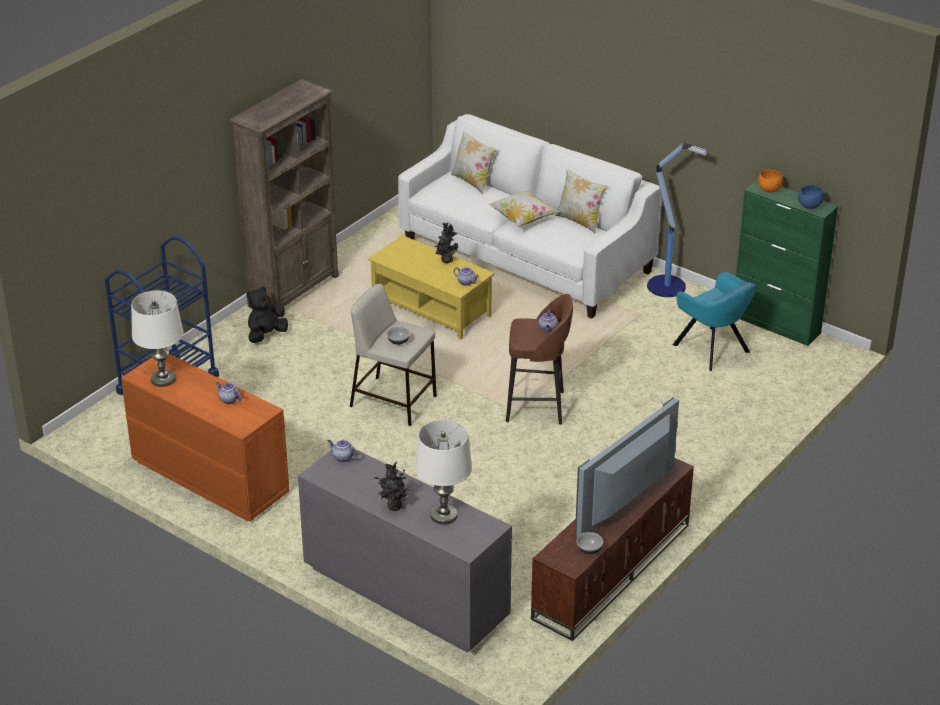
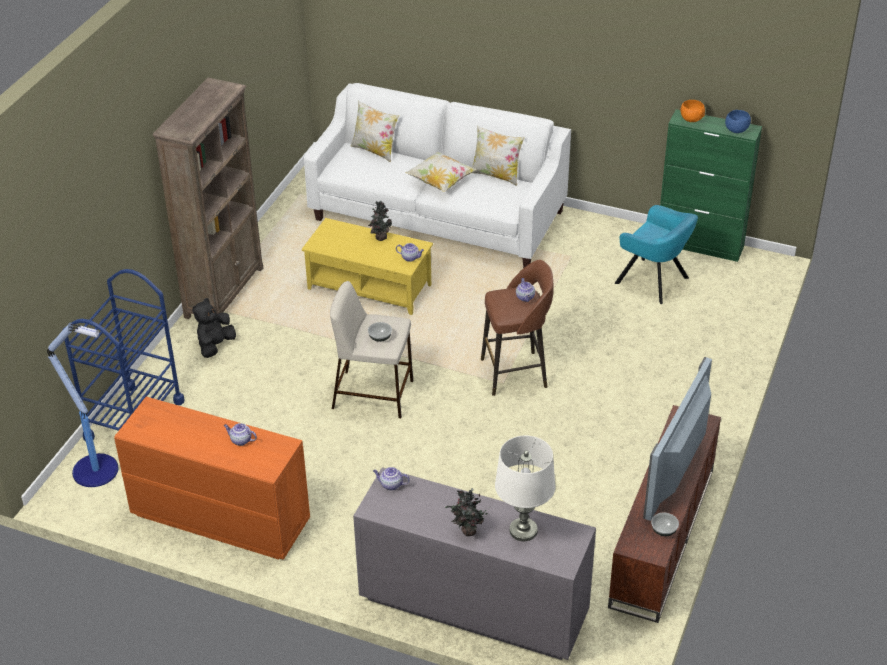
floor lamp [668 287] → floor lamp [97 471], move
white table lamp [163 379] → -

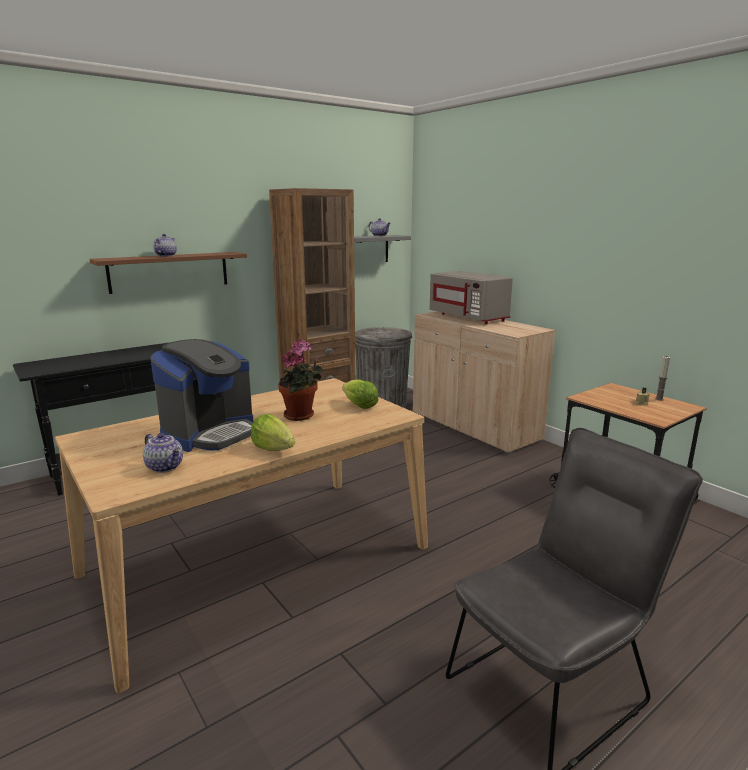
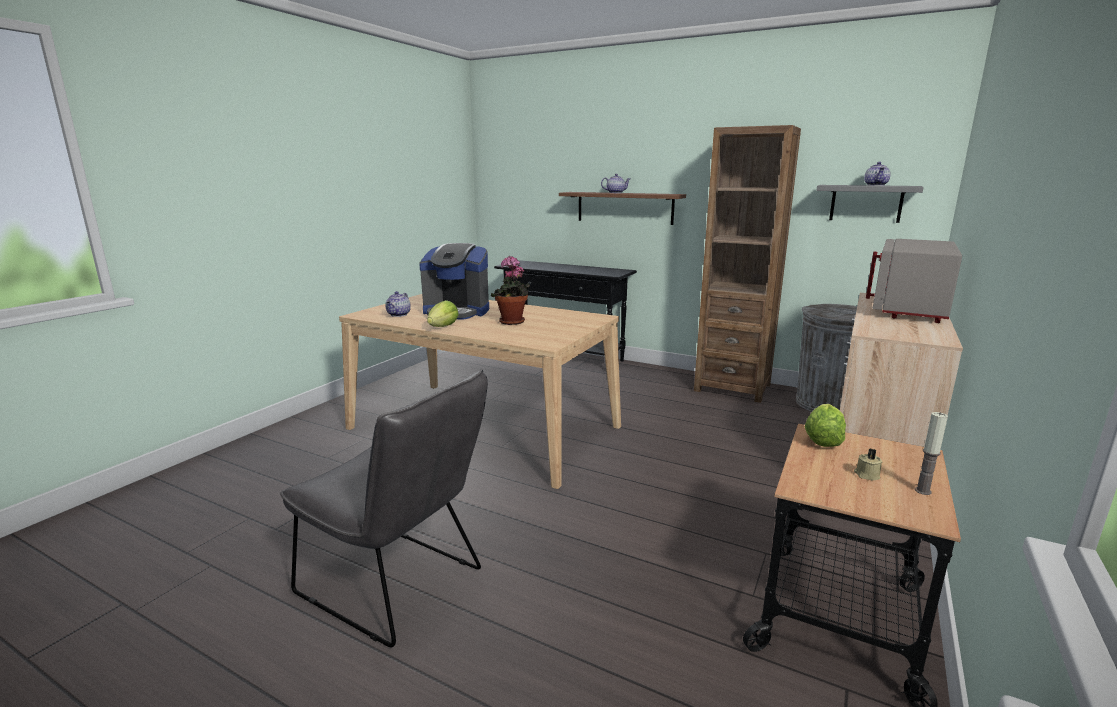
lettuce [359 406] → lettuce [822 440], move

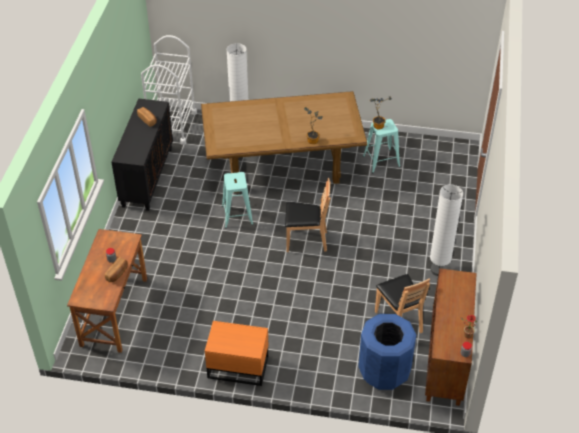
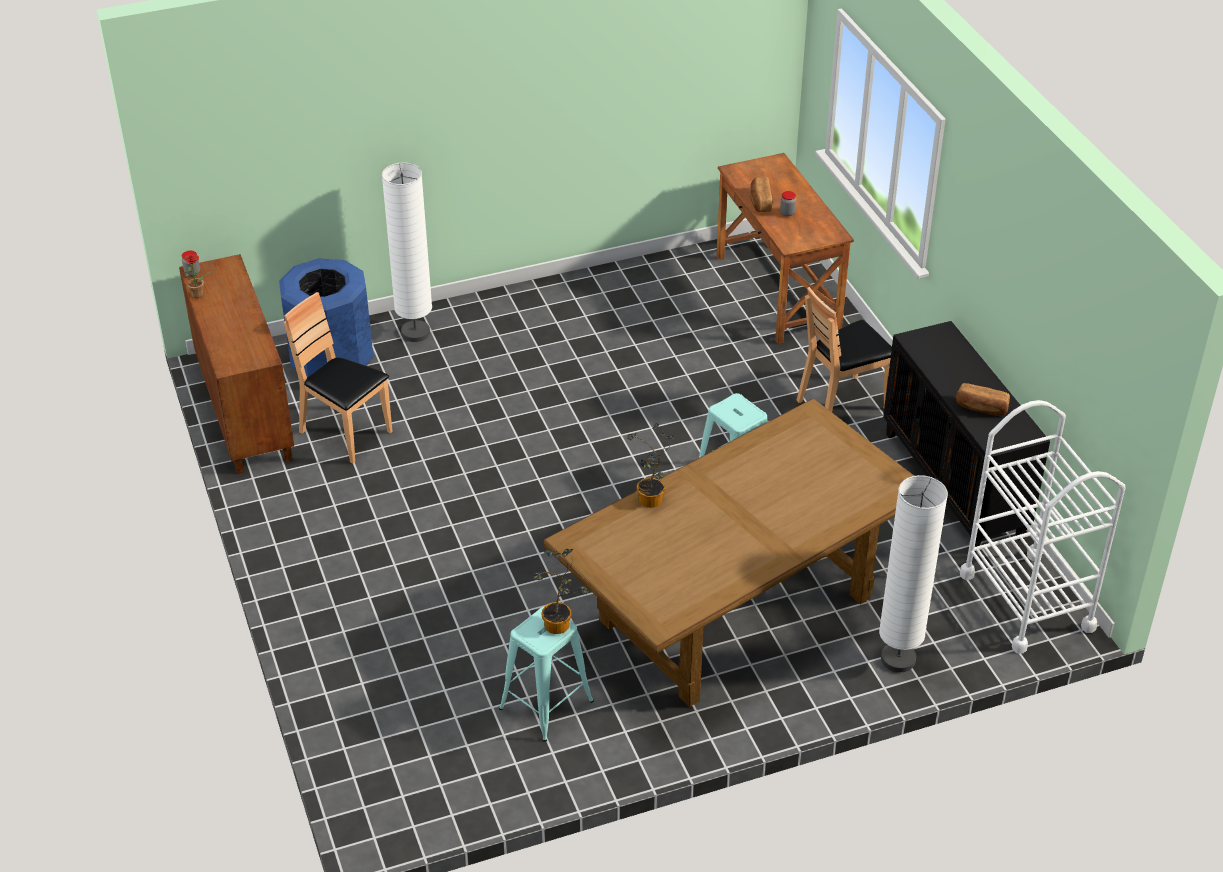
brown chair [306 241] → brown chair [842 403], move
white floor lamp [438 270] → white floor lamp [415 333], move
orange nightstand [237 366] → -

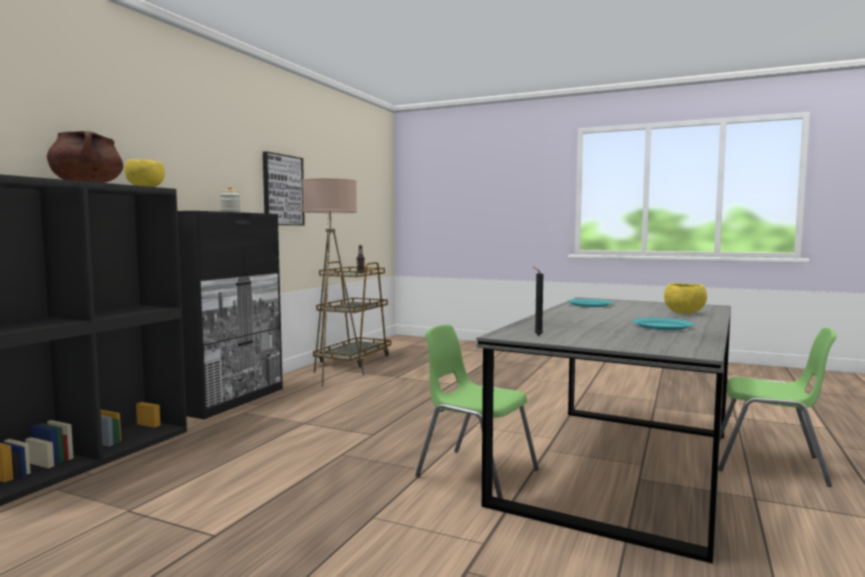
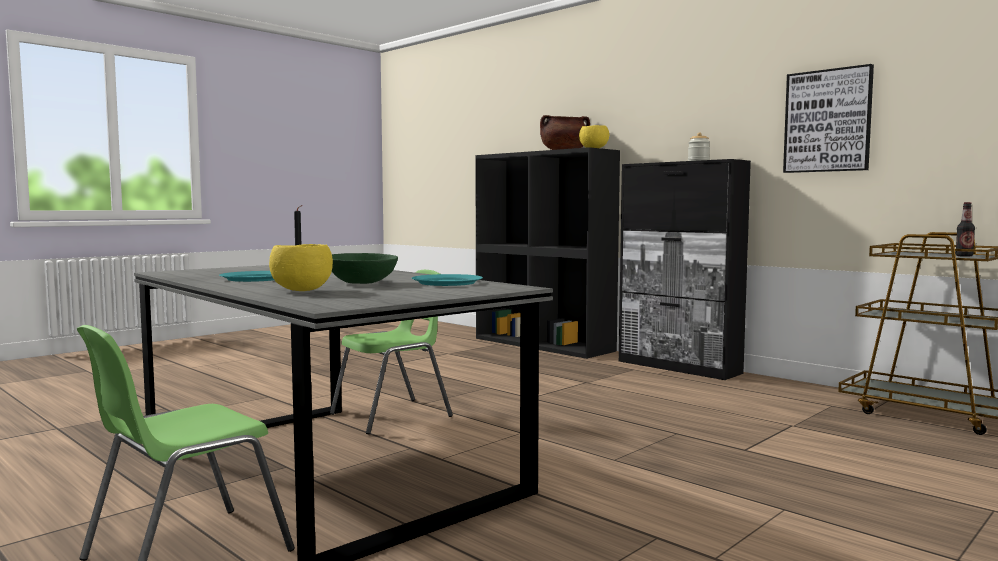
beige floor lamp [333 378] → -
- → green bowl [361 282]

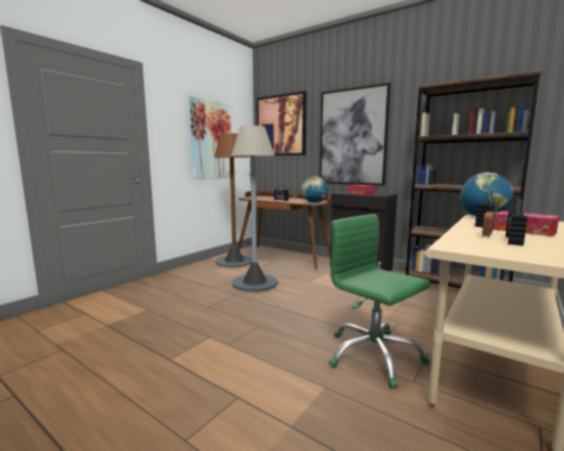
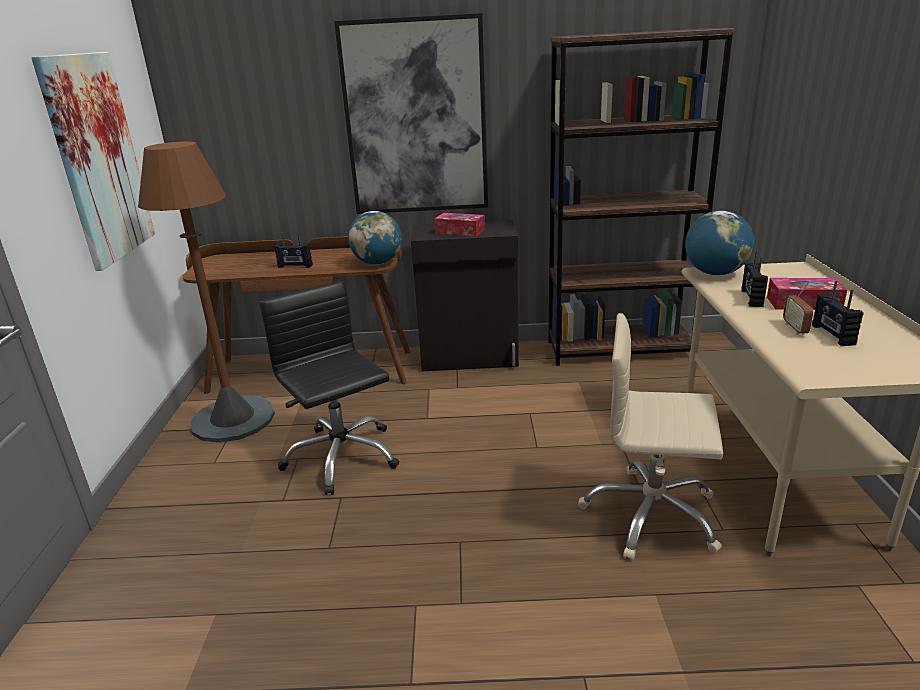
picture [281 125] → -
grey floor lamp [254 283] → black office chair [341 457]
green office chair [373 355] → beige office chair [651 515]

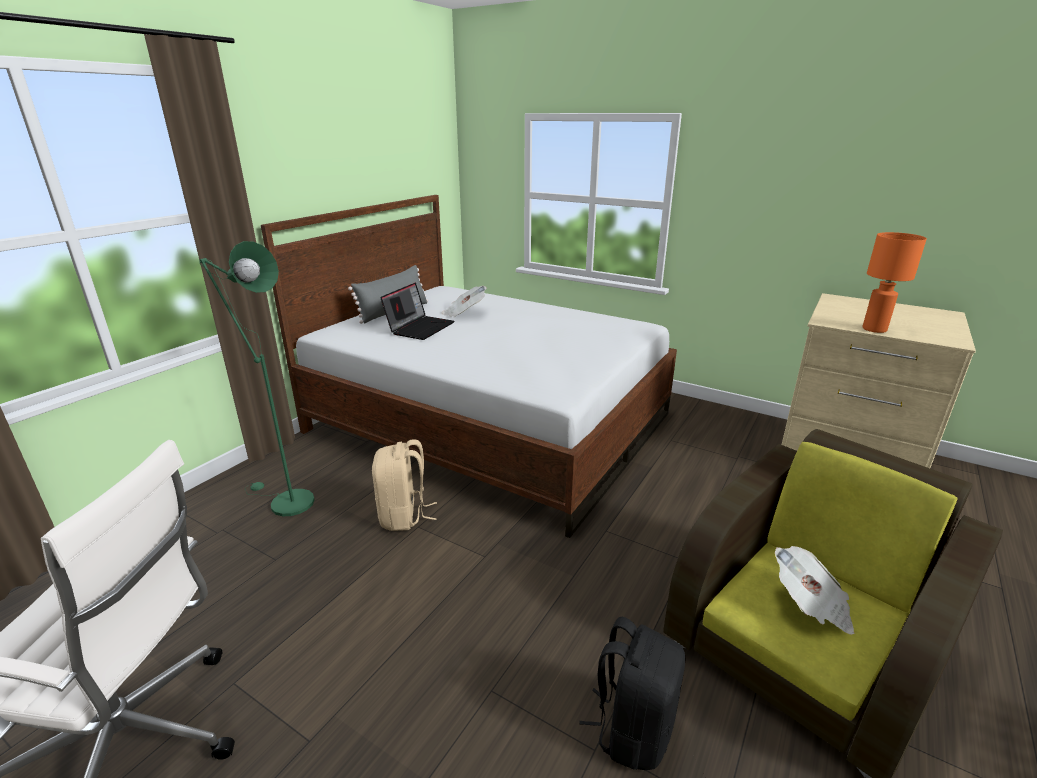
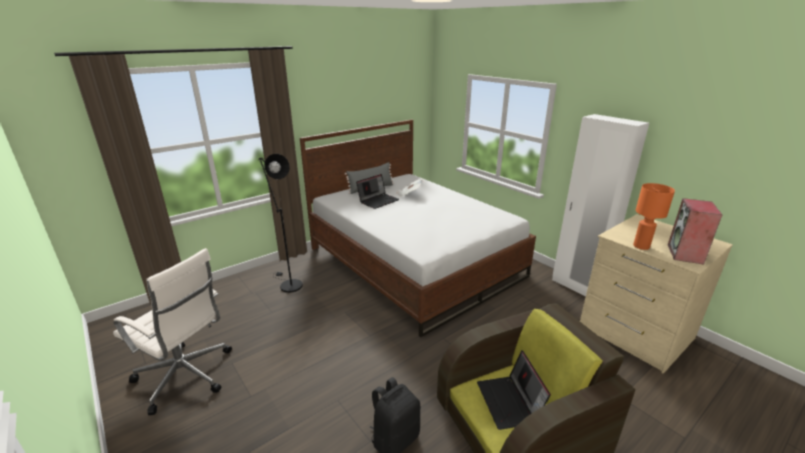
green floor lamp [285 501] → black floor lamp [288 284]
beige backpack [404 515] → -
newspaper [810 605] → laptop [510 402]
- → white wardrobe [577 287]
- → speaker [685 254]

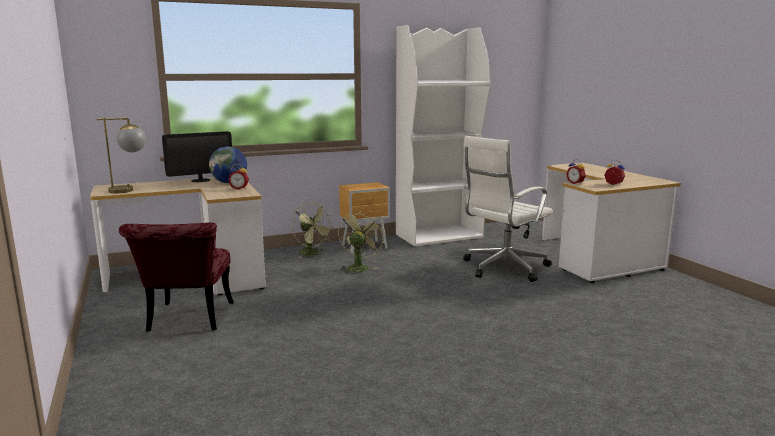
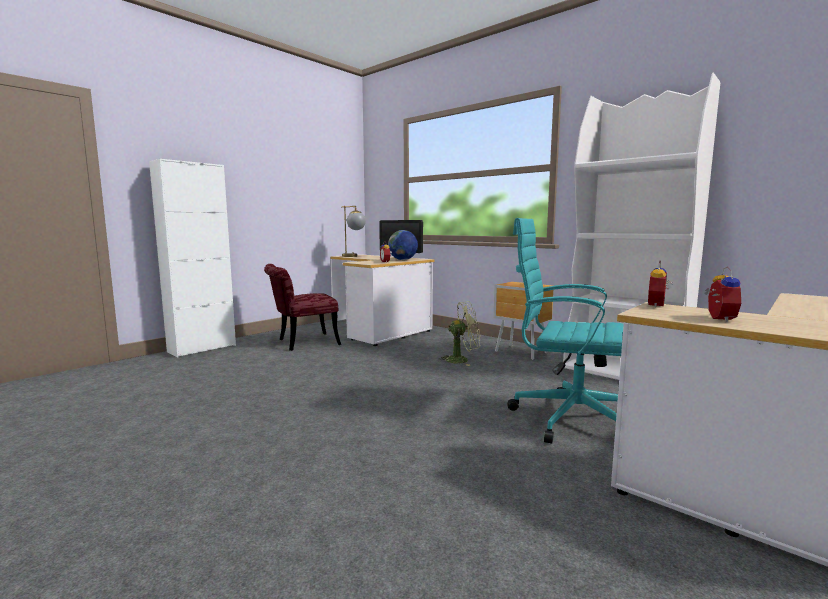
white office chair [503 268] → turquoise office chair [570 418]
green fan [312 254] → -
- → white cabinet [202 348]

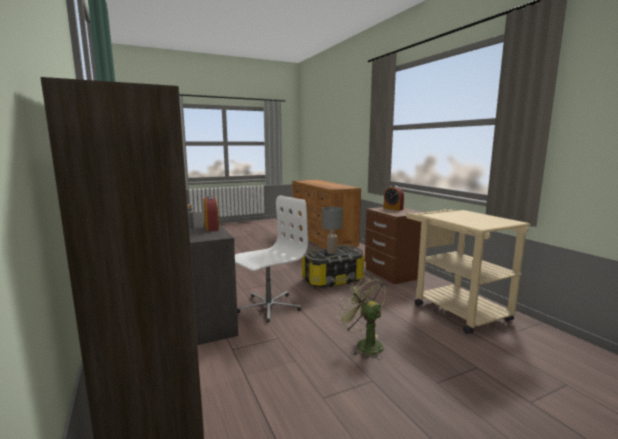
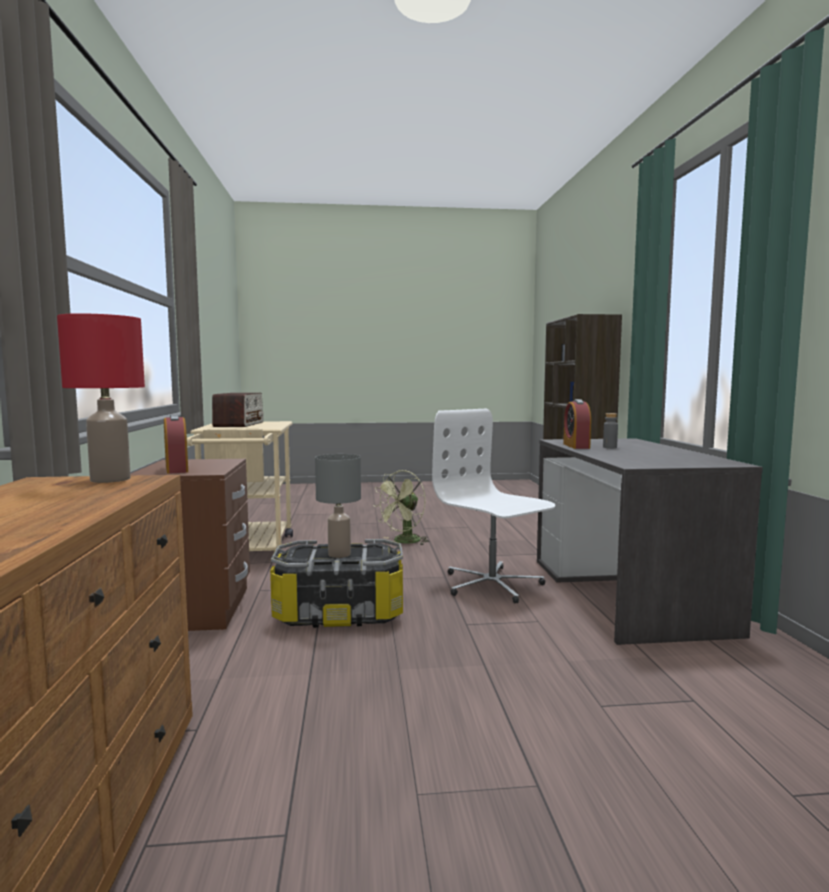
white office chair [268 307] → white office chair [492 584], 75 degrees clockwise
green fan [364 344] → green fan [403 542], 60 degrees clockwise
- → red table lamp [109 479]
- → radio [239 424]

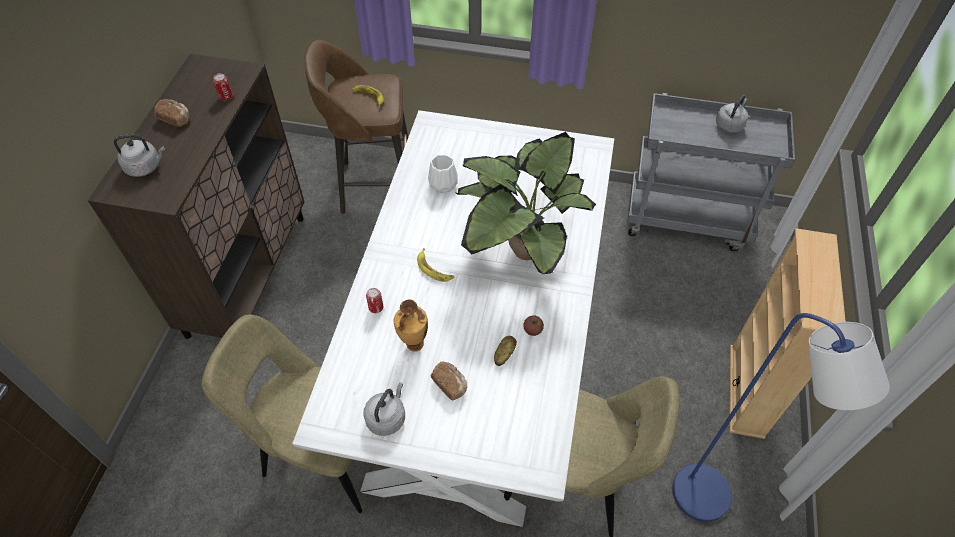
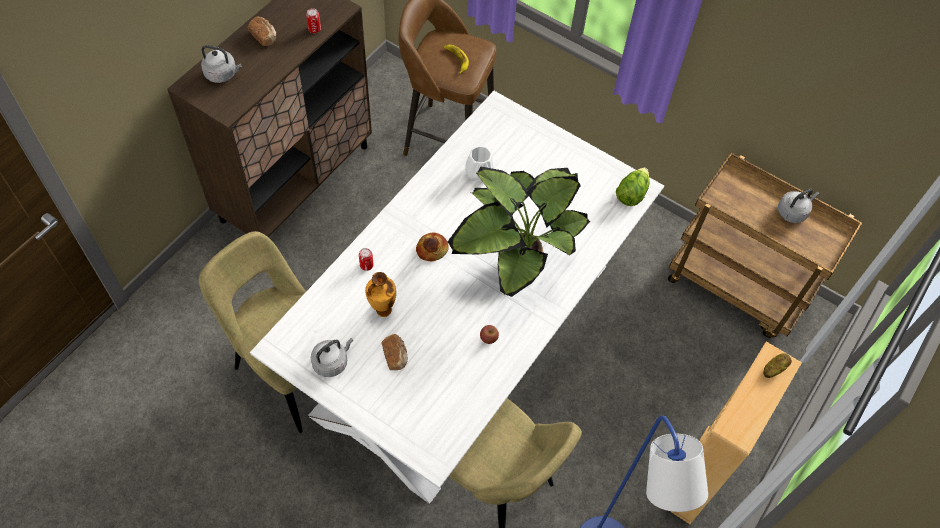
grey cart [687 219] → brown cart [737 287]
banana [434 269] → bread [432 250]
potato [504 354] → potato [773 369], move
- → lettuce [631 193]

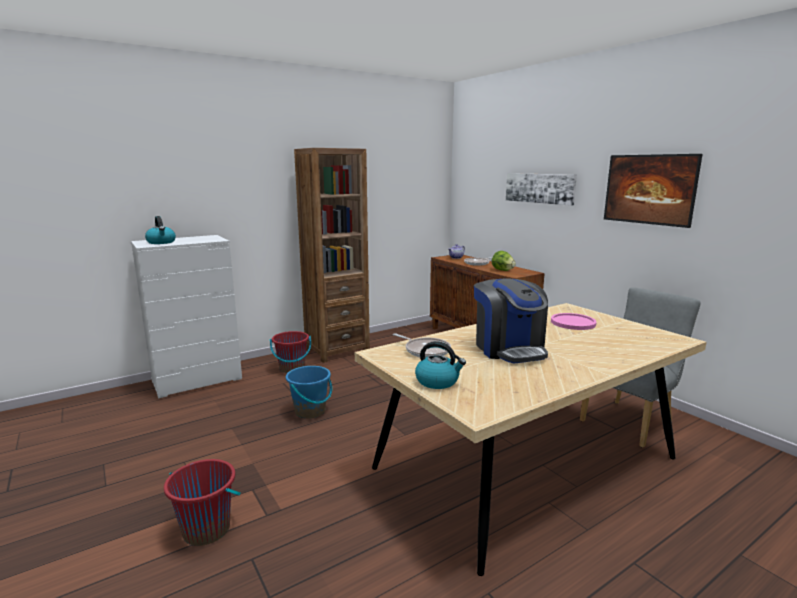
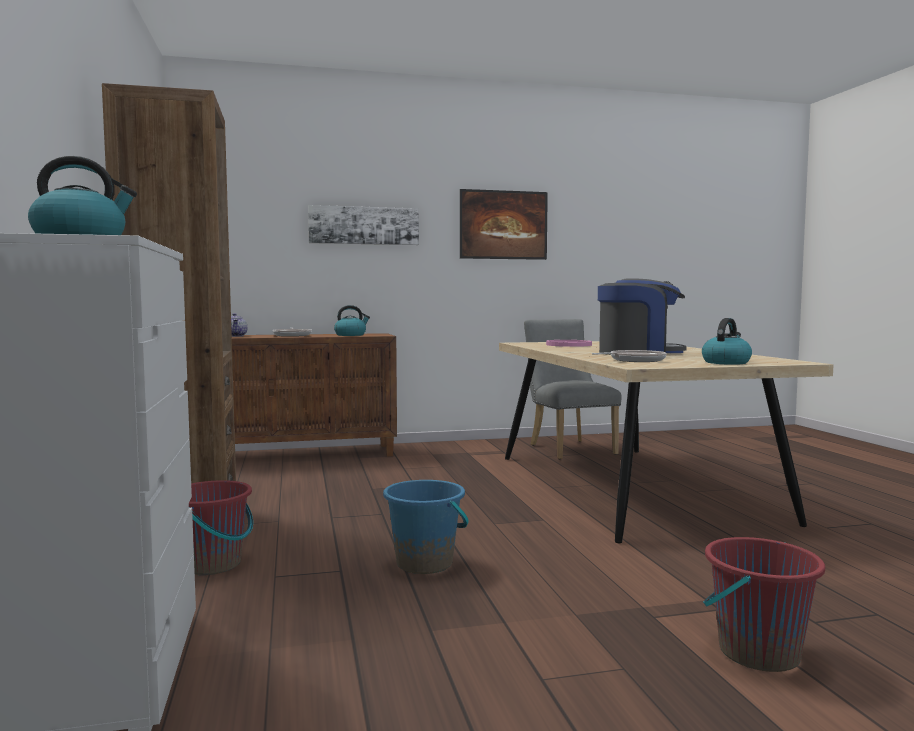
lettuce [502 270] → kettle [351 335]

